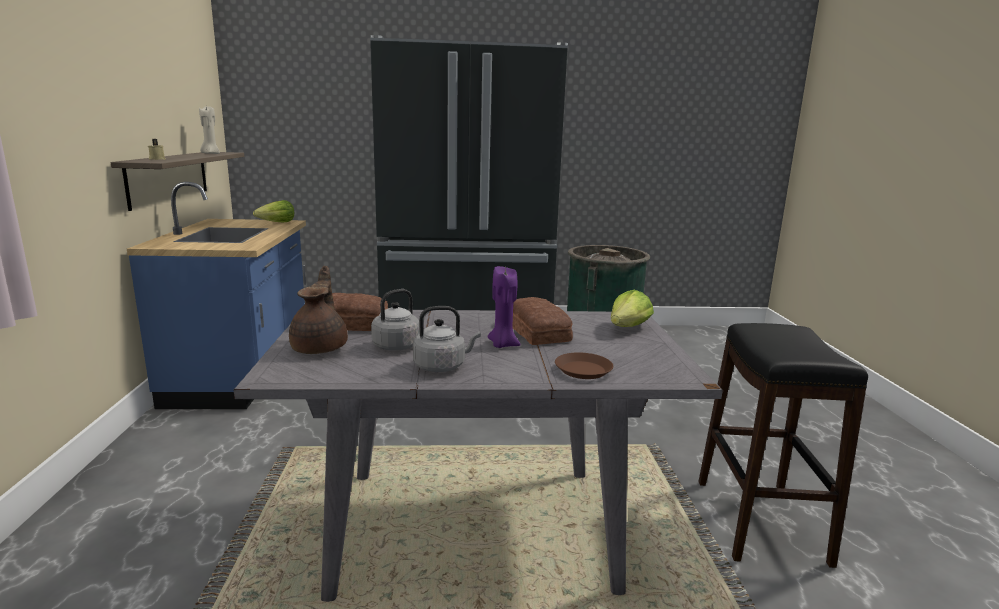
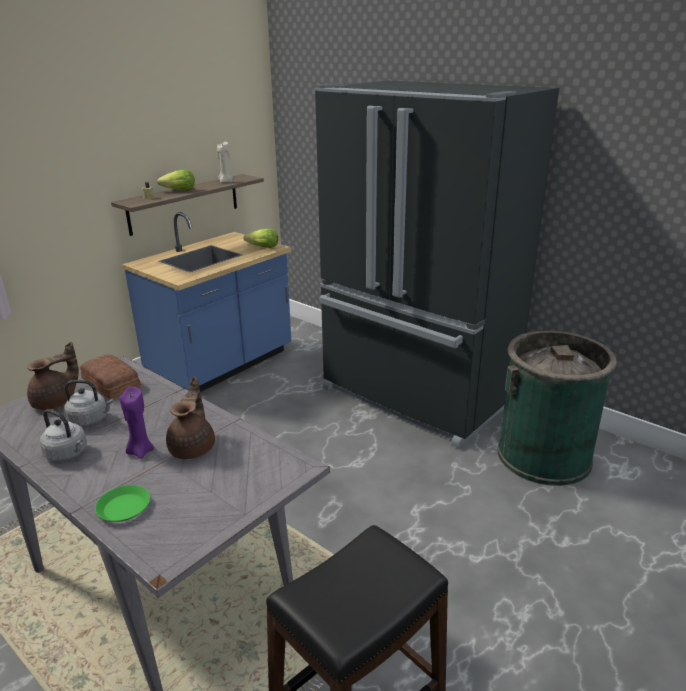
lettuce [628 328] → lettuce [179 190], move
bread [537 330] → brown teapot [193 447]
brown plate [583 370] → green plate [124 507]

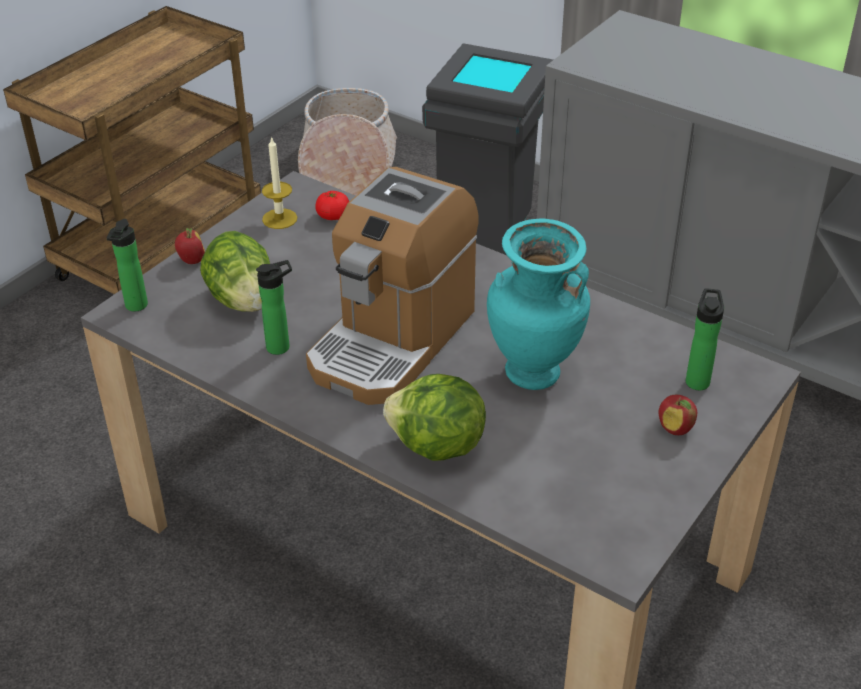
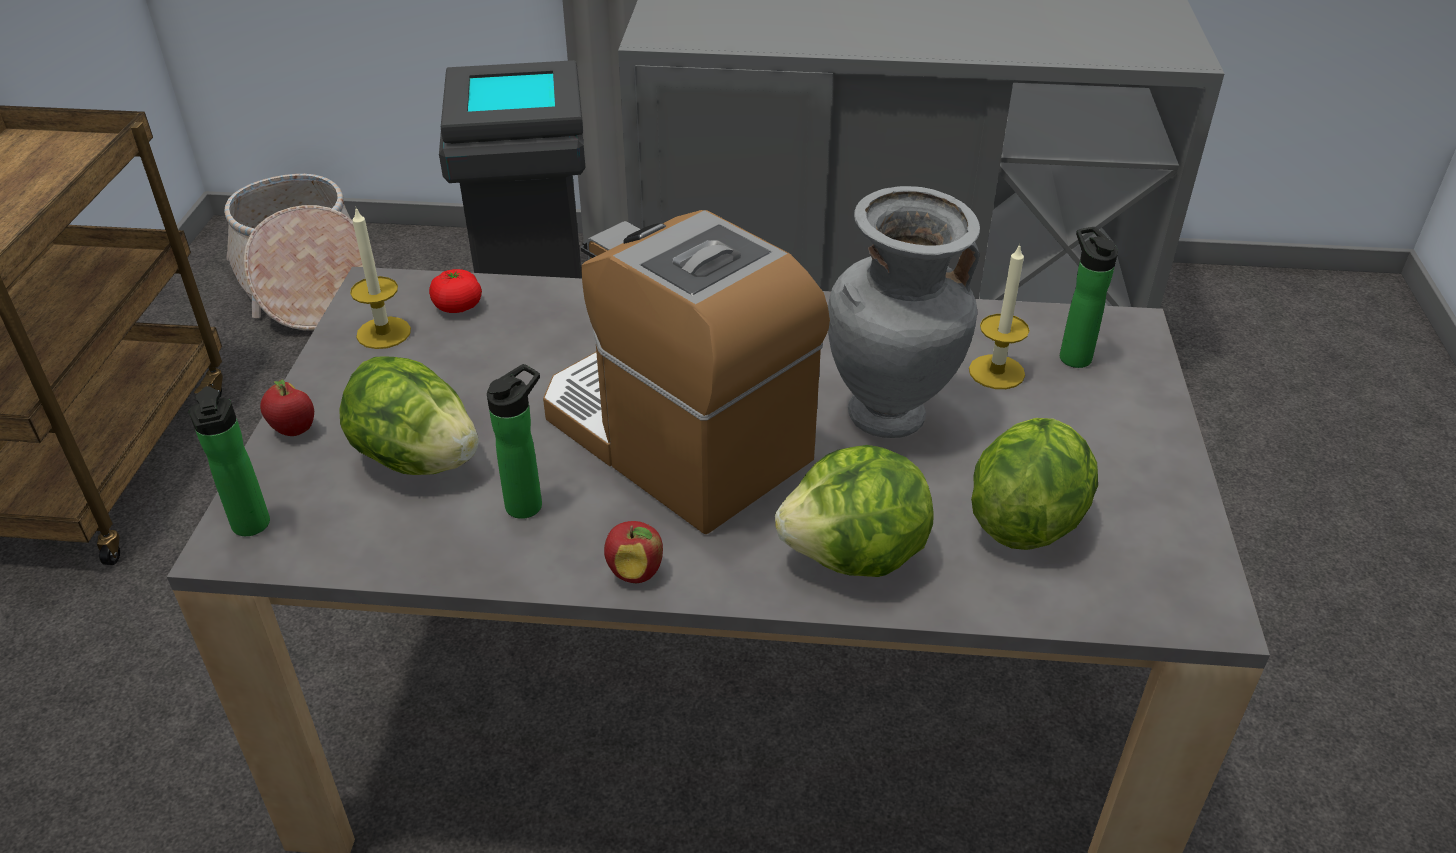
coffee machine [392 340] → coffee machine [675 439], 135 degrees clockwise
turquoise vase [532 375] → grey vase [889 418]
apple [675 428] → apple [635 572], move
- → candle [996 372]
- → lettuce [1026 519]

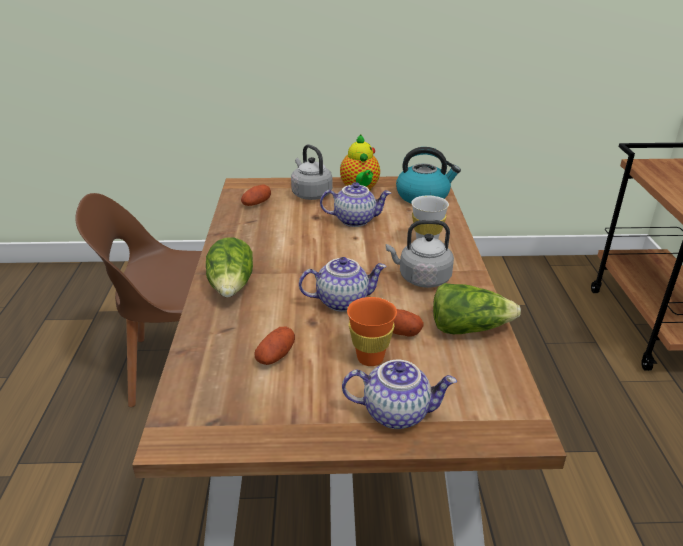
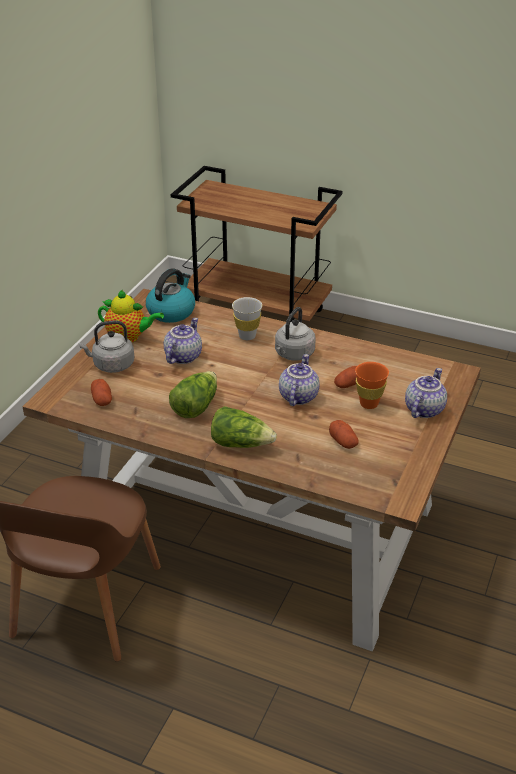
lettuce [468 328] → lettuce [195 406], move

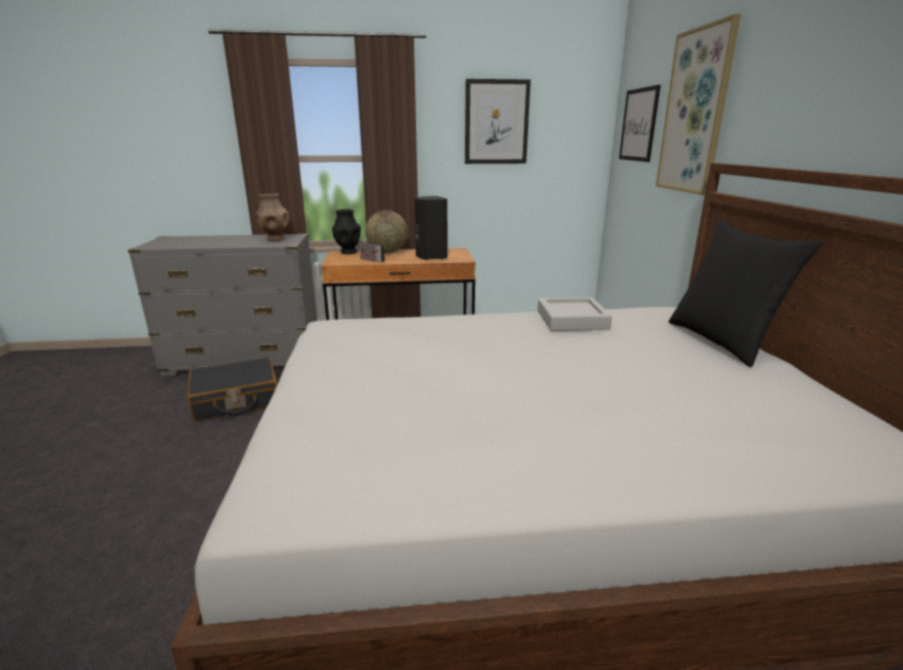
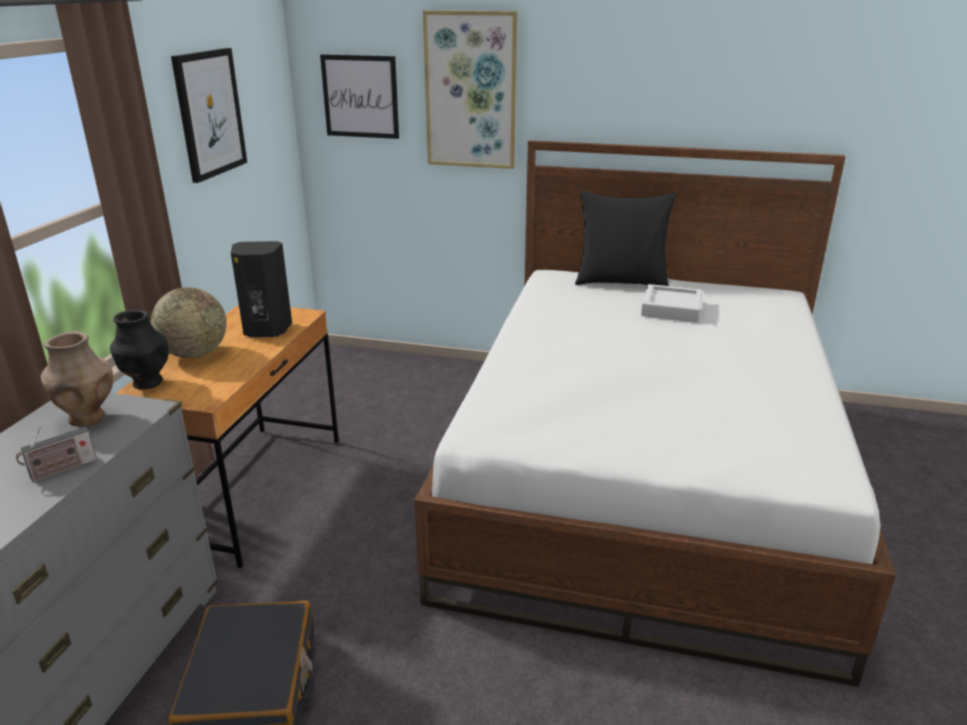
radio [371 260] → radio [61 470], move
grey tray [572 320] → grey tray [671 309], move

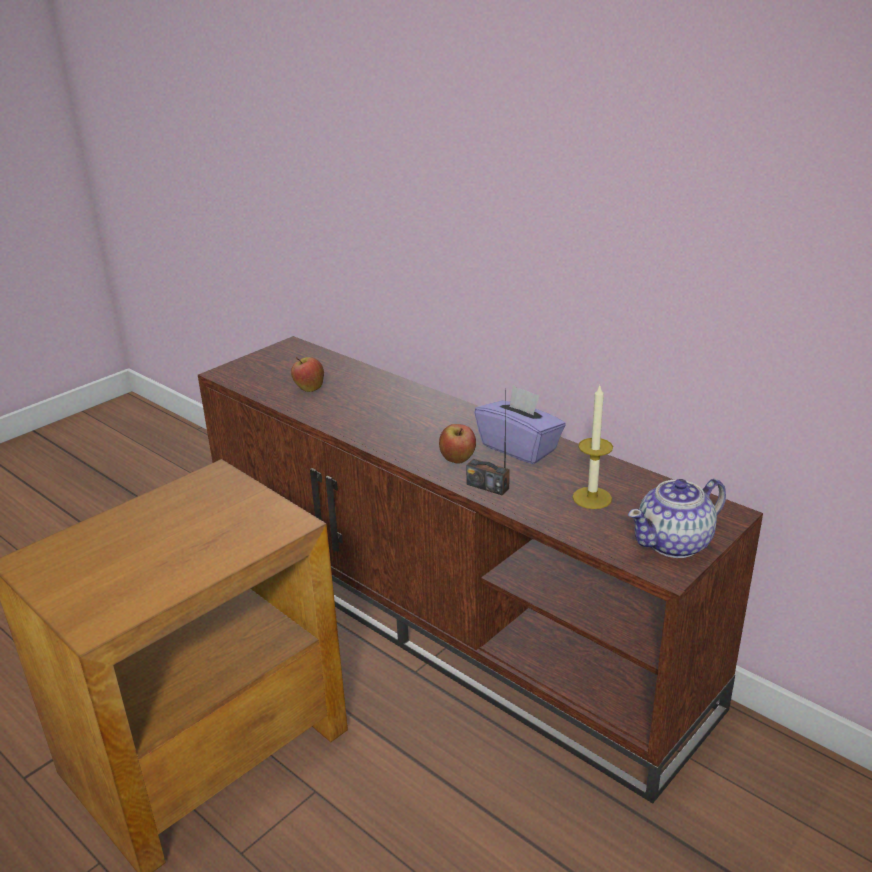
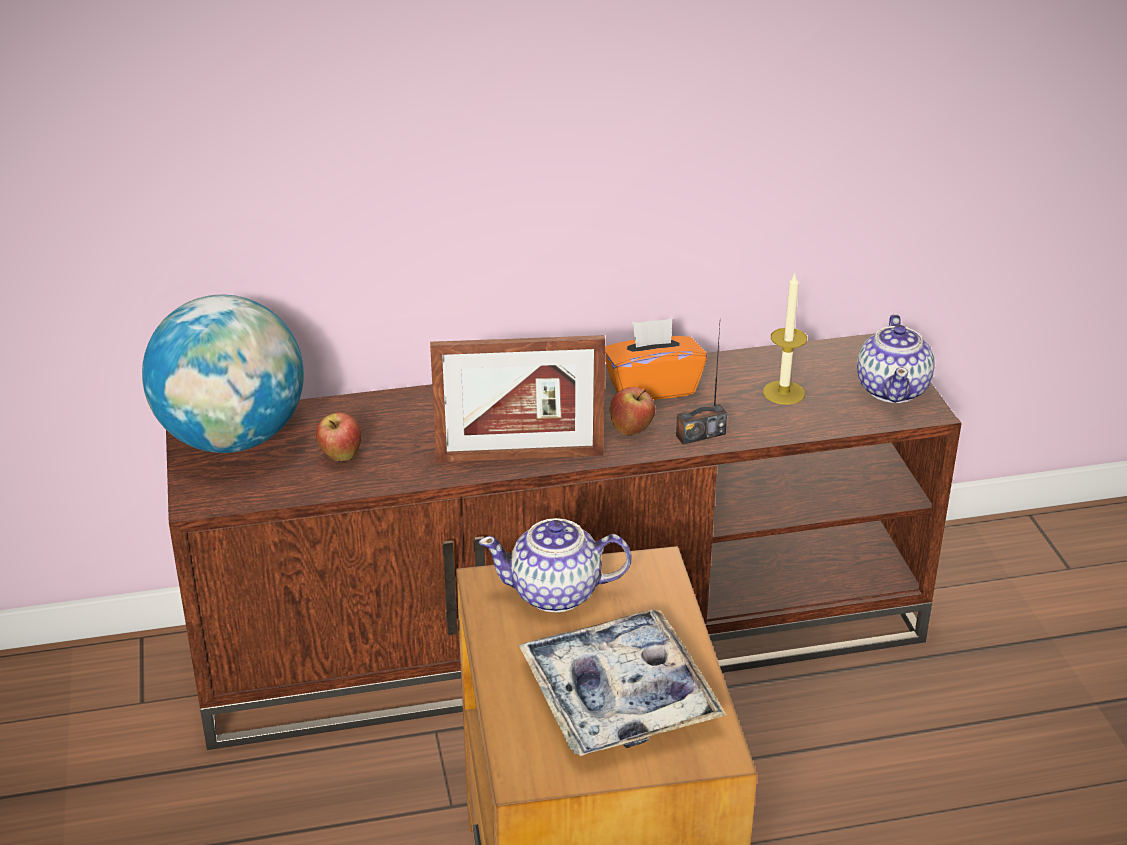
purple tissue box [519 448] → orange tissue box [652 387]
- → globe [232 438]
- → picture frame [519 456]
- → teapot [556 593]
- → tray [619 696]

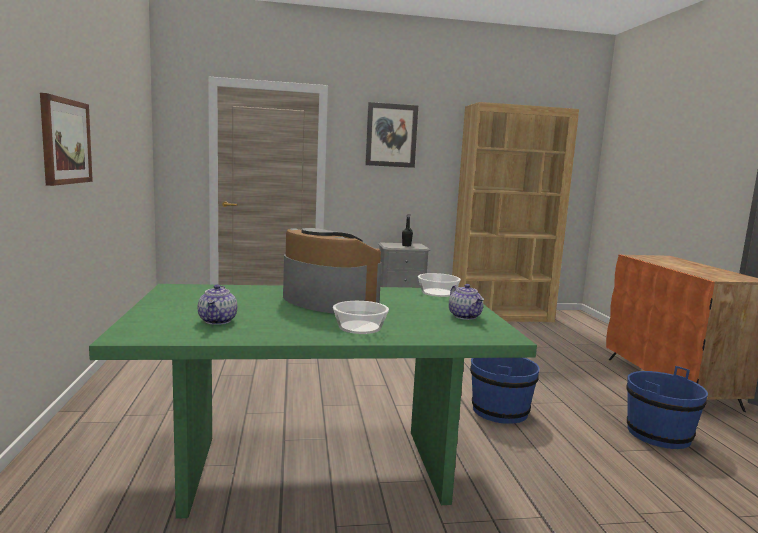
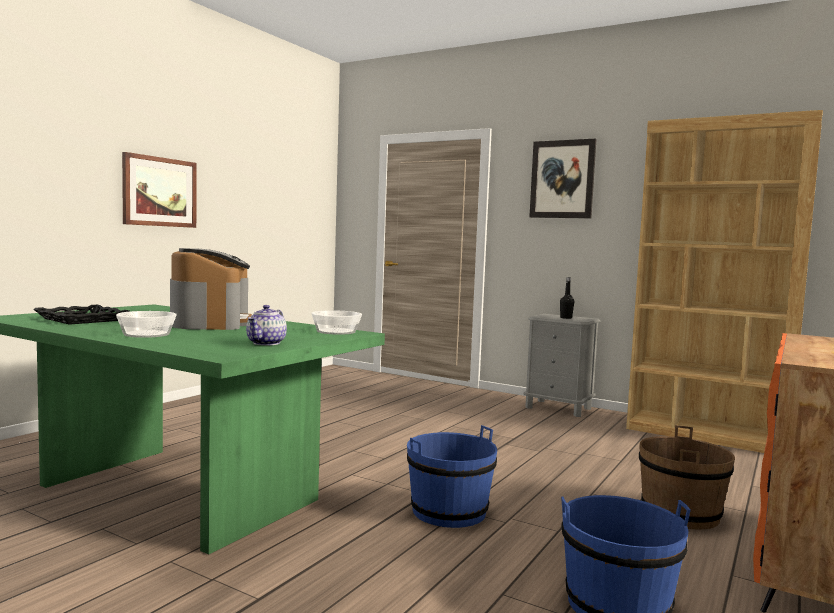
teapot [218 321] → black tray [83 319]
- → brown bucket [680 514]

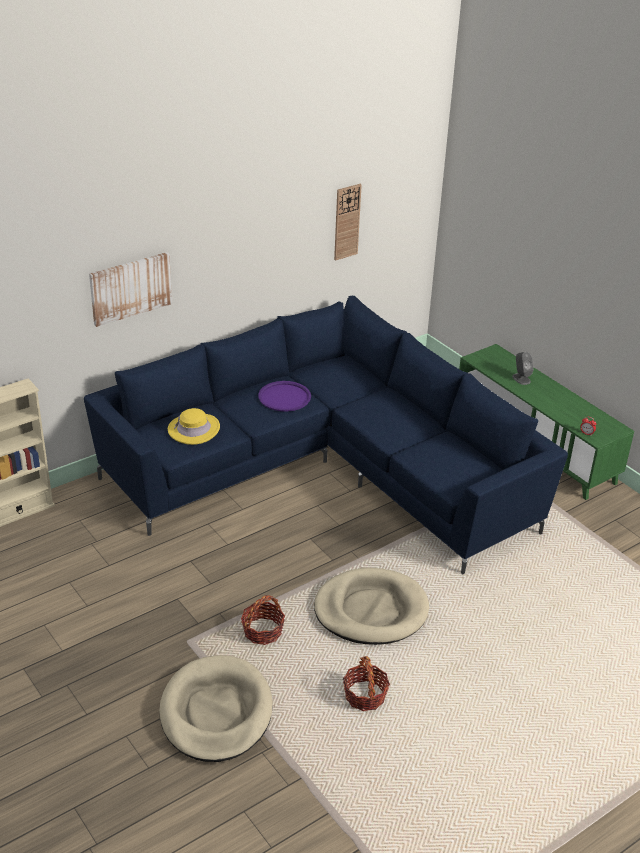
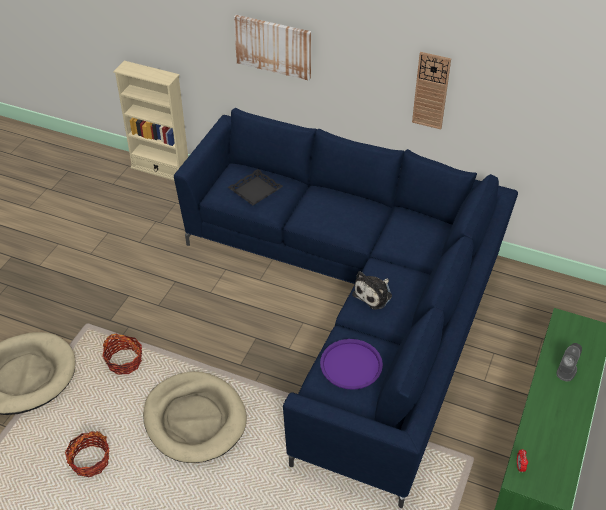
wall clock [347 222] → wall clock [431 91], move
purple tray [284 397] → purple tray [351 365], move
yellow hat [194 429] → black tray [255 191]
- → plush toy [374 294]

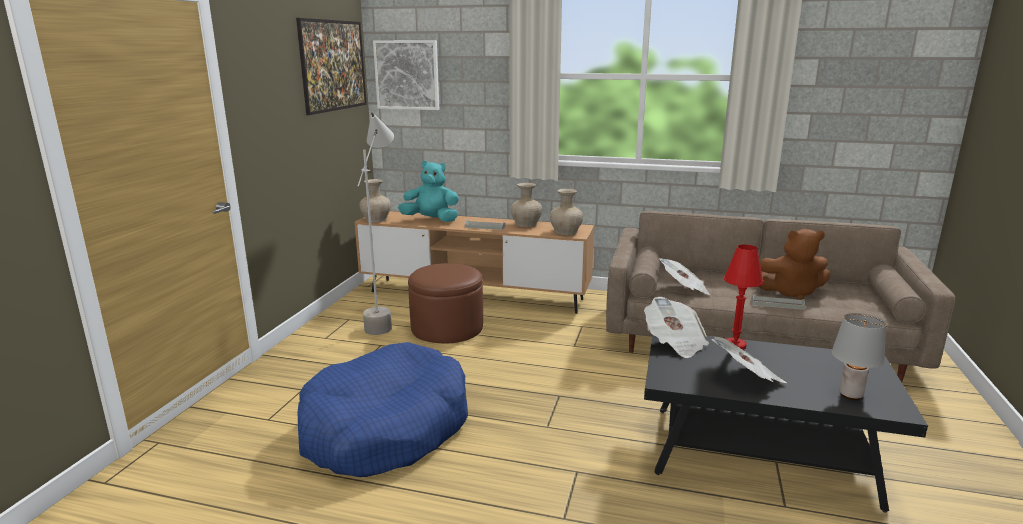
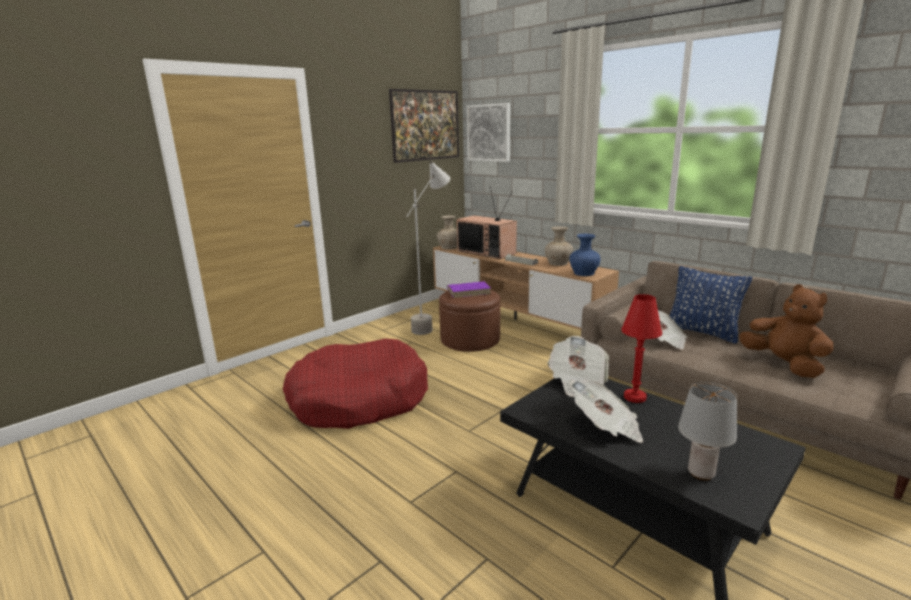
turquoise plush toy [431 220] → television [487 252]
beige vase [566 232] → blue vase [584 273]
brown plush toy [791 293] → brown plush toy [784 365], 150 degrees counterclockwise
grey tray [777 304] → -
blue dog bed [385 428] → red dog bed [358 399]
- → blue pillow [702 332]
- → purple book [469 291]

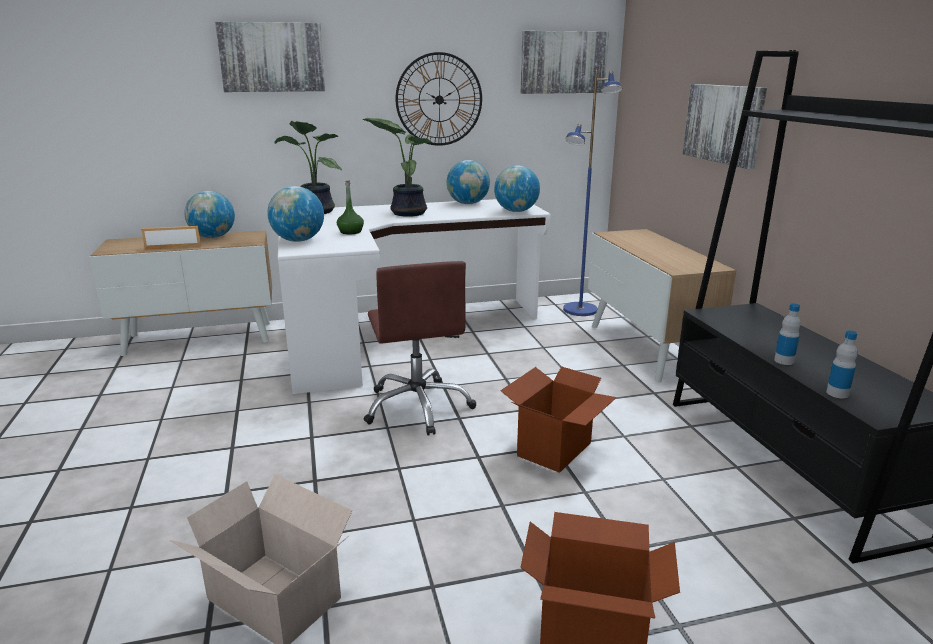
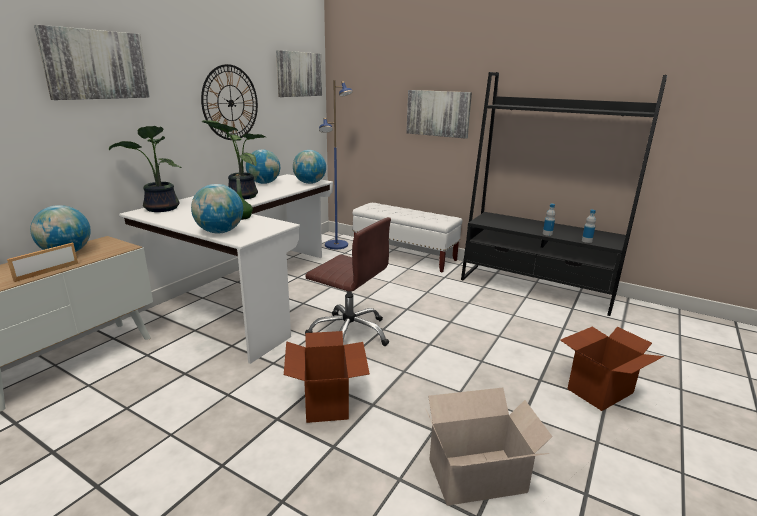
cabinet [647 348] → white bench [404 256]
cardboard box [555 449] → cardboard box [327 402], move

